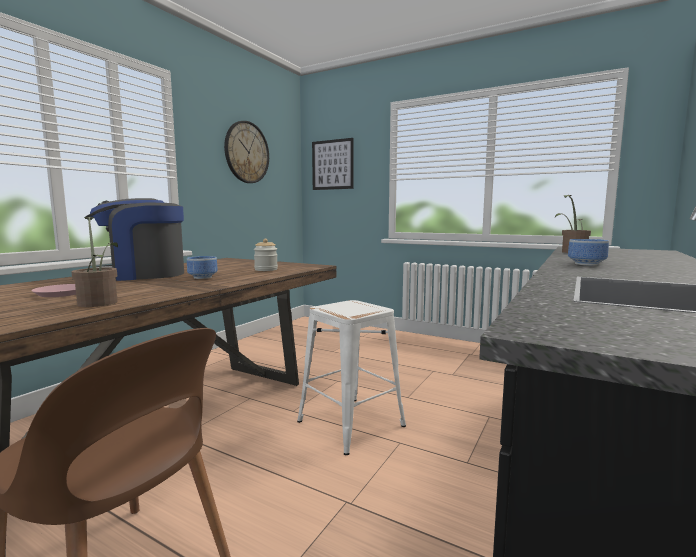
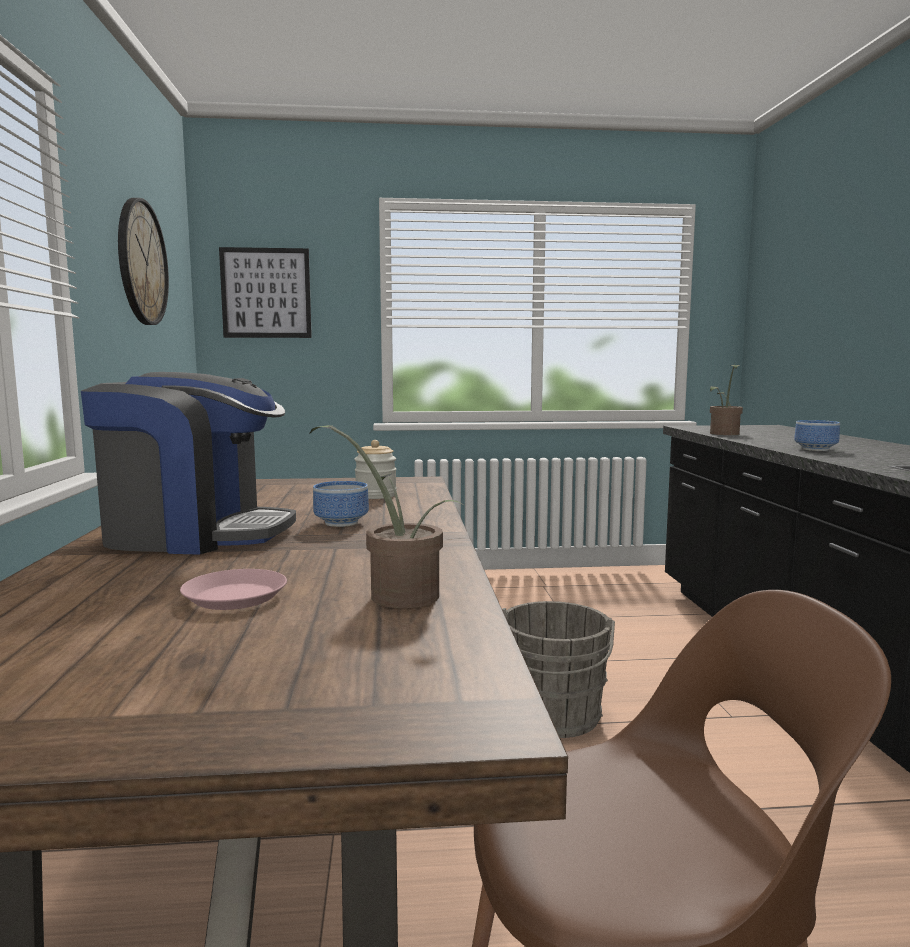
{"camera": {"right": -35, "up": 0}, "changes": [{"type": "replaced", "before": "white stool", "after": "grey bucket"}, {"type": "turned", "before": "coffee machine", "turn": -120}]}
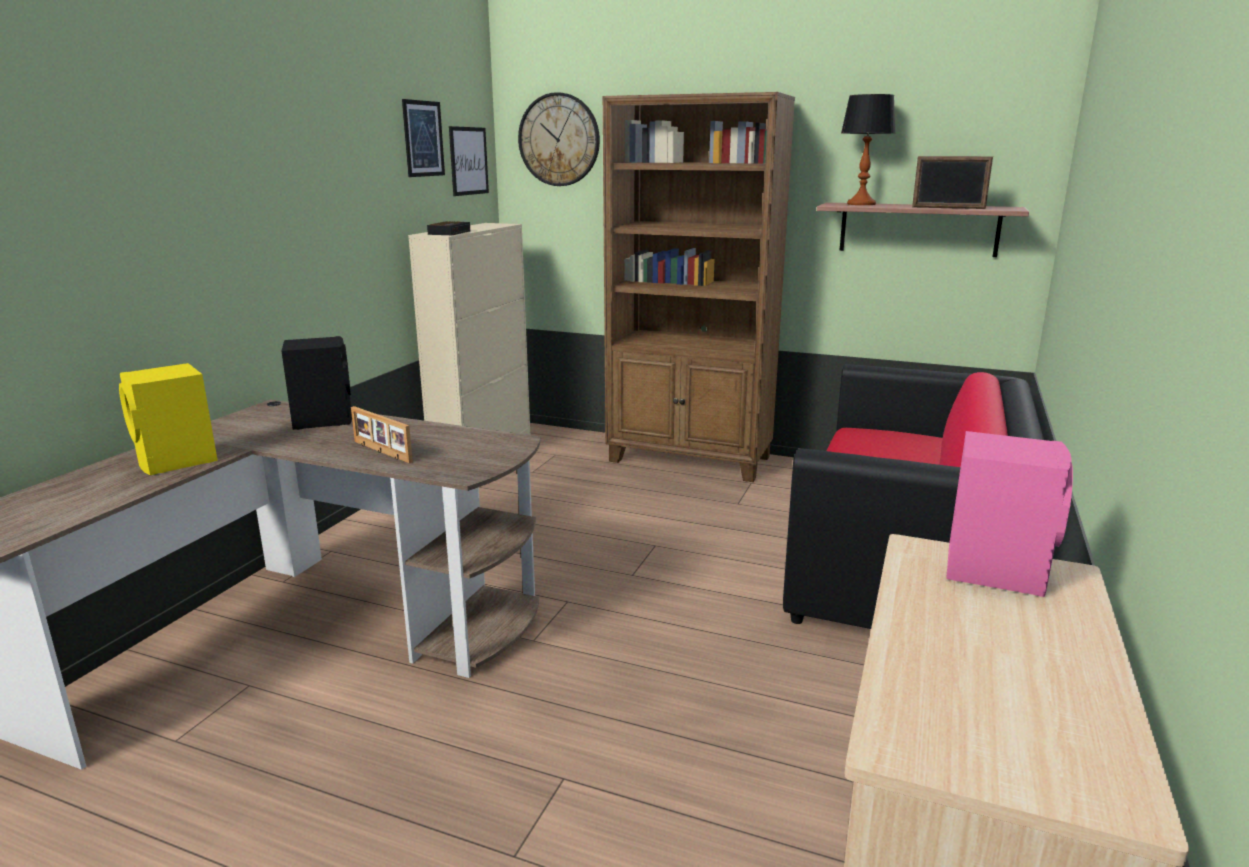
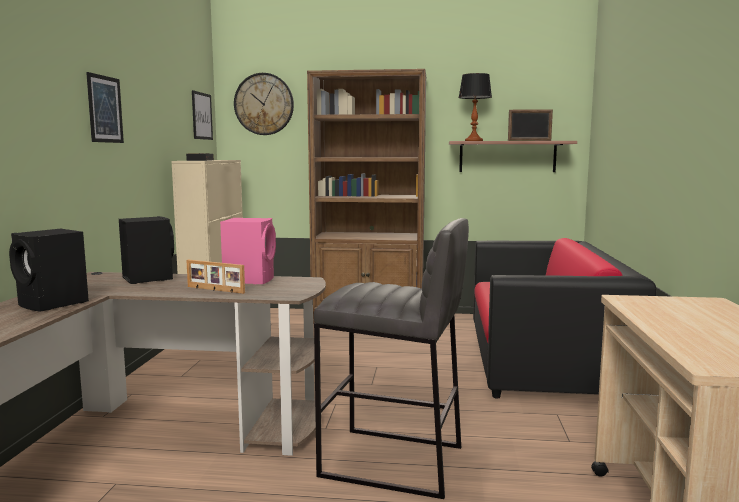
{"camera": {"right": -15, "up": -10}, "changes": [{"type": "added", "after": "grey stool"}, {"type": "moved", "before": "picture (1st from left)"}, {"type": "moved", "before": "pink speaker"}, {"type": "recoloured", "before": "yellow speaker", "after": "black speaker (1st from left)"}]}
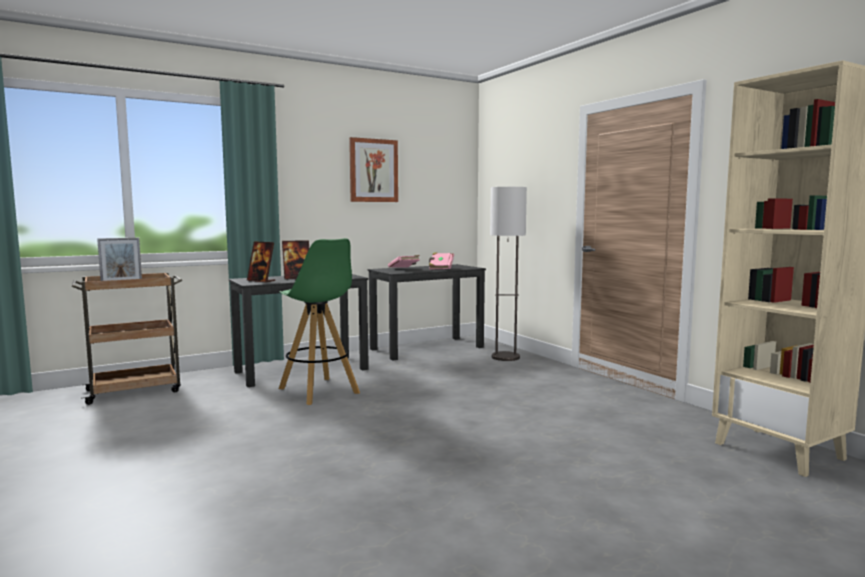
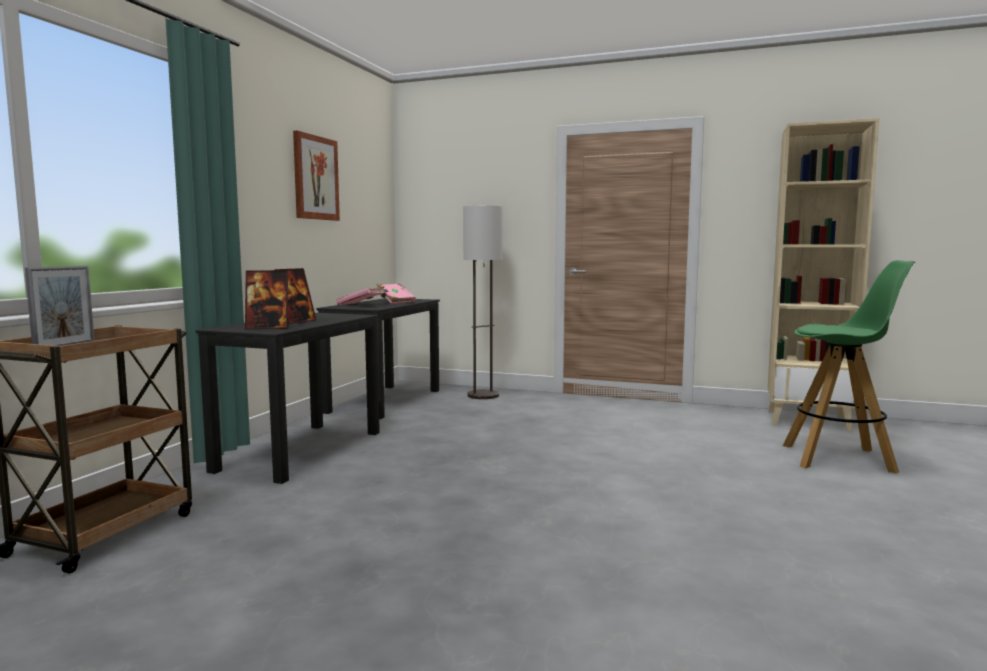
{"camera": {"right": -40, "up": 0}, "changes": [{"type": "moved", "before": "green stool"}]}
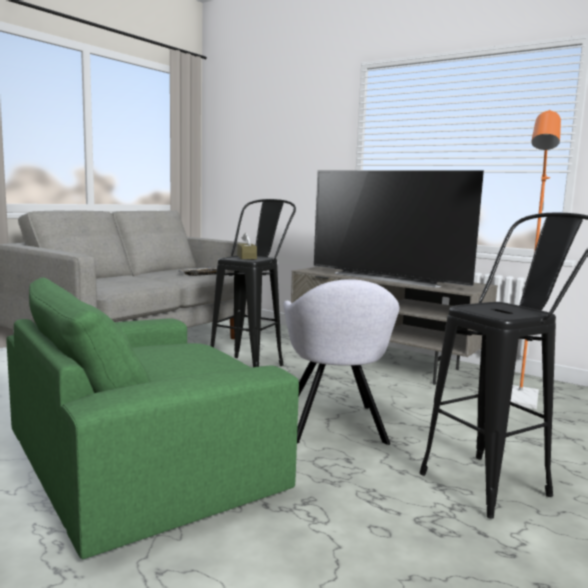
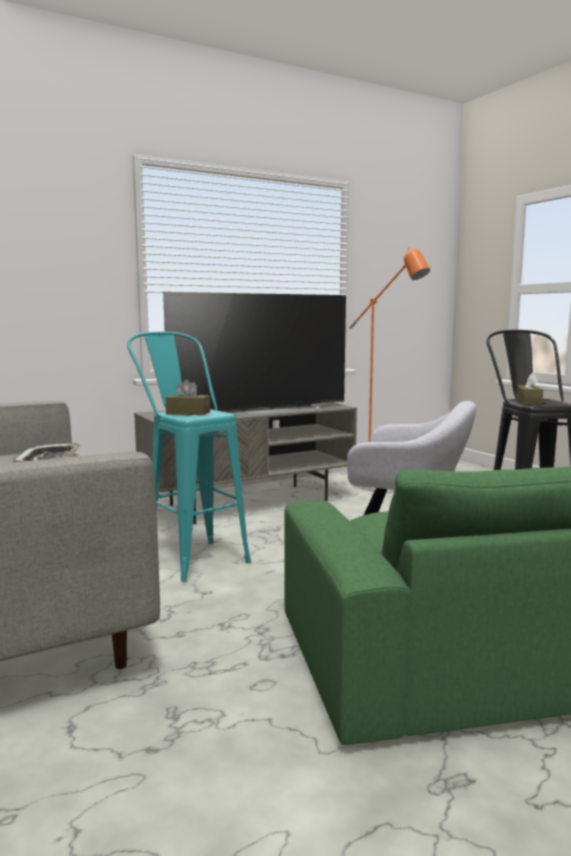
{"camera": {"right": -65, "up": 0}, "changes": [{"type": "added", "after": "brown tissue box (2nd from left)"}, {"type": "recoloured", "before": "black stool (1st from left)", "after": "turquoise stool"}]}
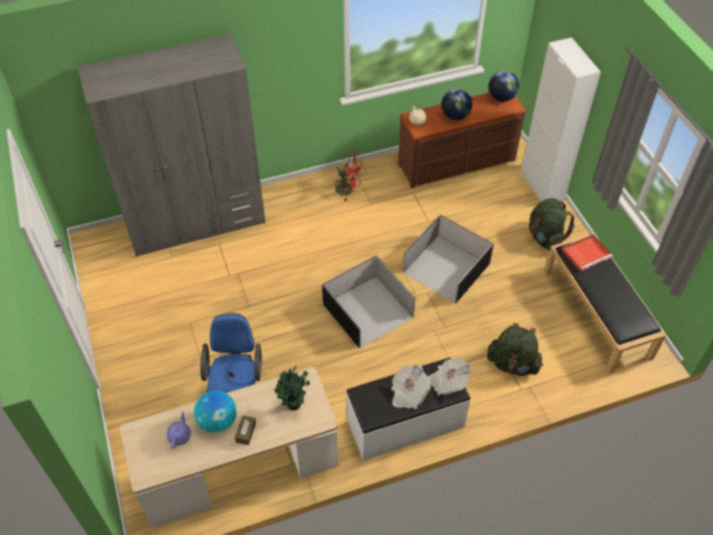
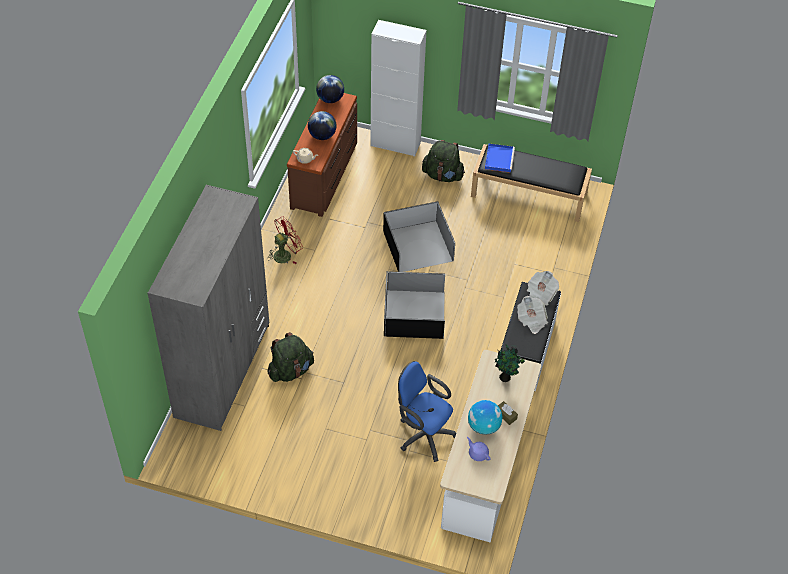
{"camera": {"right": -55, "up": 0}, "changes": [{"type": "moved", "before": "green backpack (1st from left)"}, {"type": "recoloured", "before": "red tray", "after": "blue tray"}]}
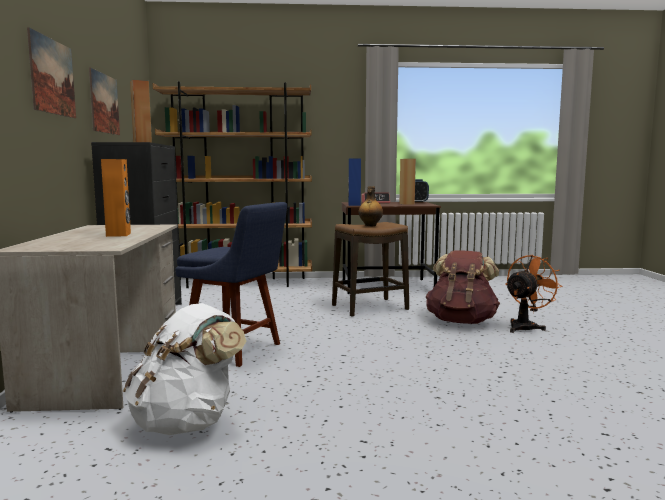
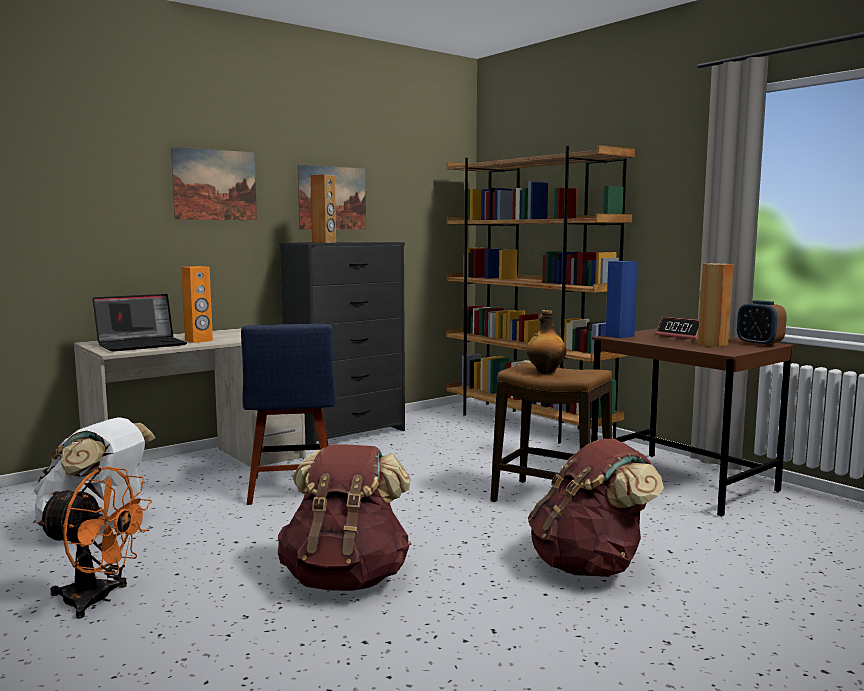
{"camera": {"right": 55, "up": 0}, "changes": [{"type": "added", "after": "laptop"}, {"type": "added", "after": "brown backpack (1st from left)"}, {"type": "moved", "before": "orange fan"}]}
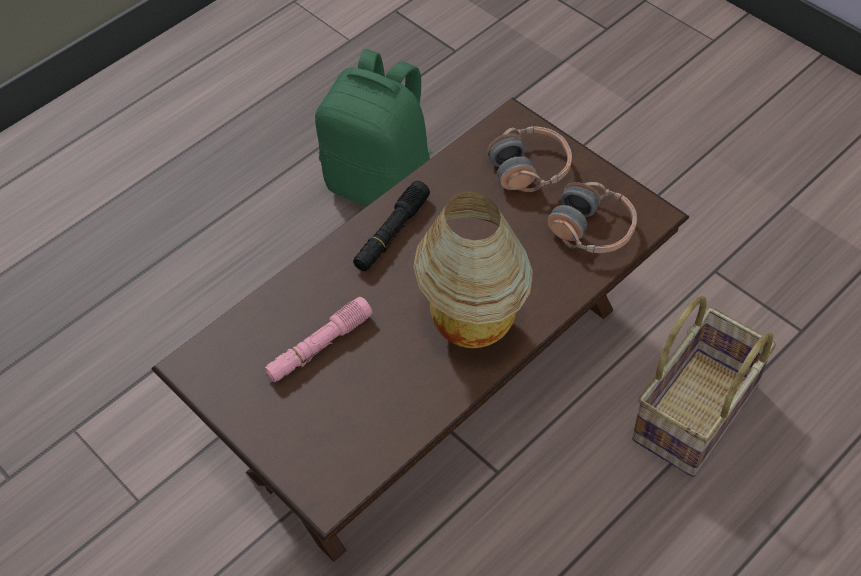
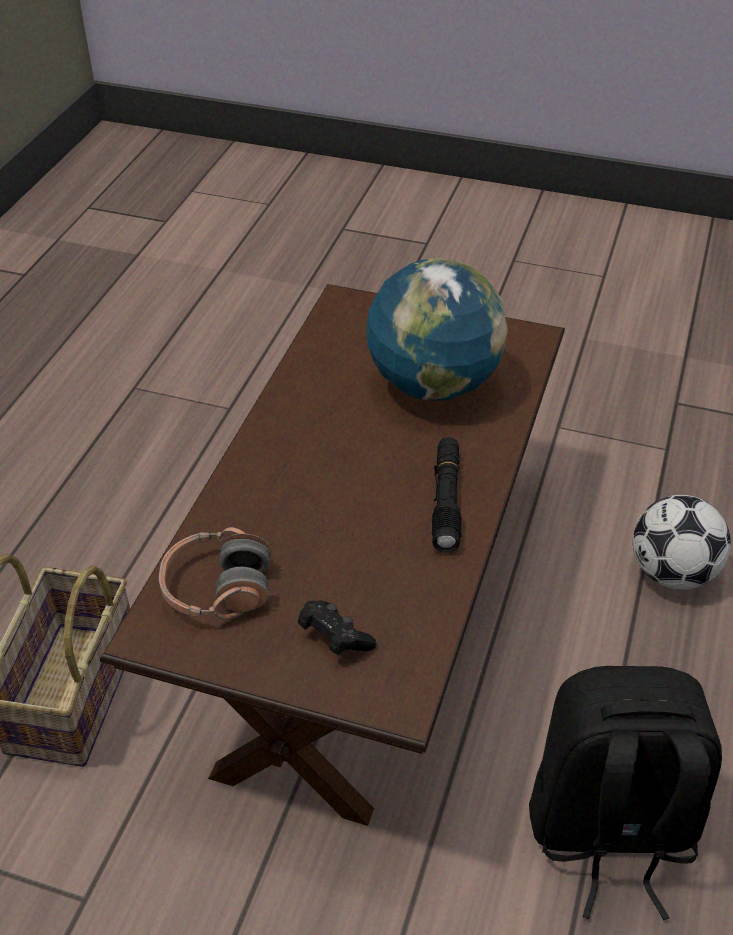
{"camera": {"right": 150, "up": -10}, "changes": [{"type": "removed", "before": "table lamp"}, {"type": "added", "after": "football"}, {"type": "replaced", "before": "pink flashlight", "after": "globe"}, {"type": "replaced", "before": "headphones (1st from left)", "after": "black game controller"}, {"type": "recoloured", "before": "green backpack", "after": "black backpack"}]}
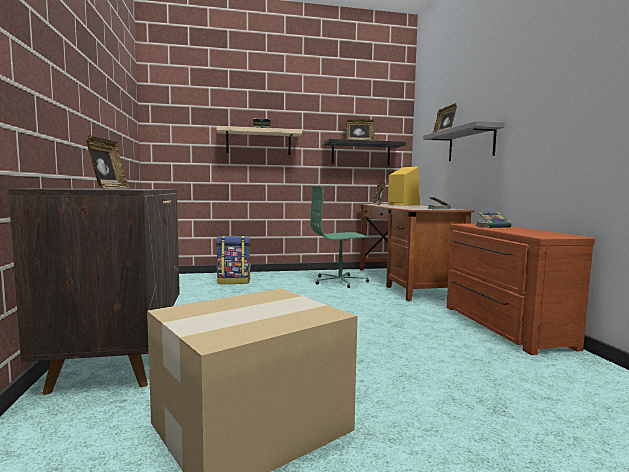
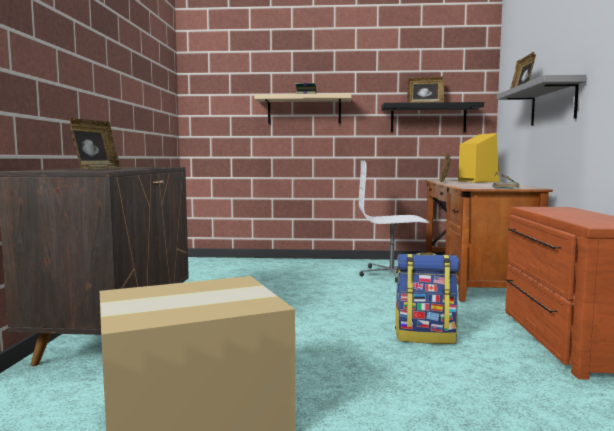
{"camera": {"right": 15, "up": 0}, "changes": [{"type": "removed", "before": "book (3rd from left)"}, {"type": "moved", "before": "backpack"}, {"type": "recoloured", "before": "green office chair", "after": "white office chair"}]}
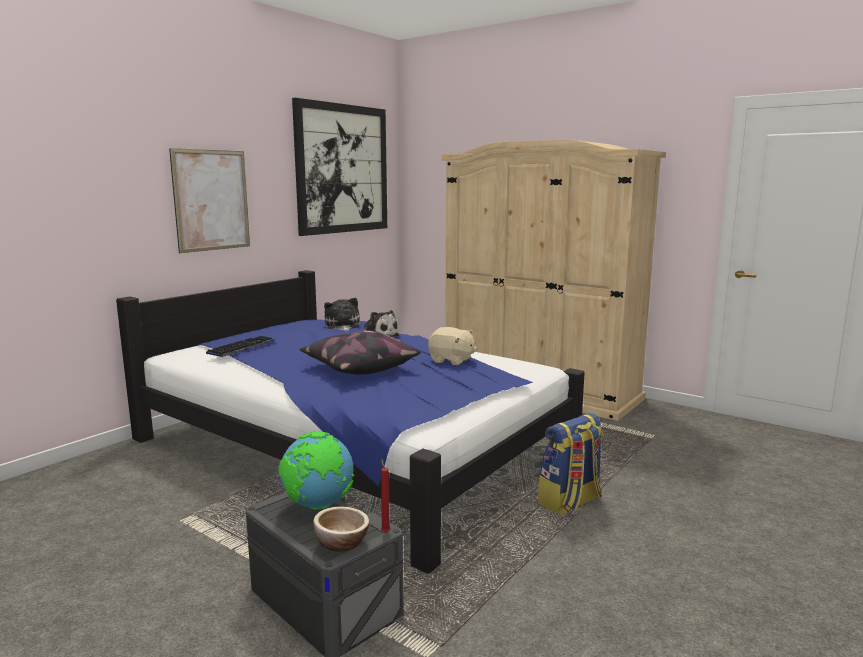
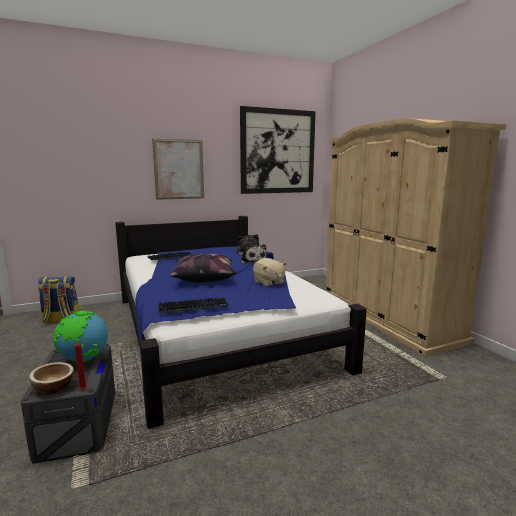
{"camera": {"right": 30, "up": 0}, "changes": [{"type": "added", "after": "keyboard (2nd from left)"}, {"type": "moved", "before": "backpack"}]}
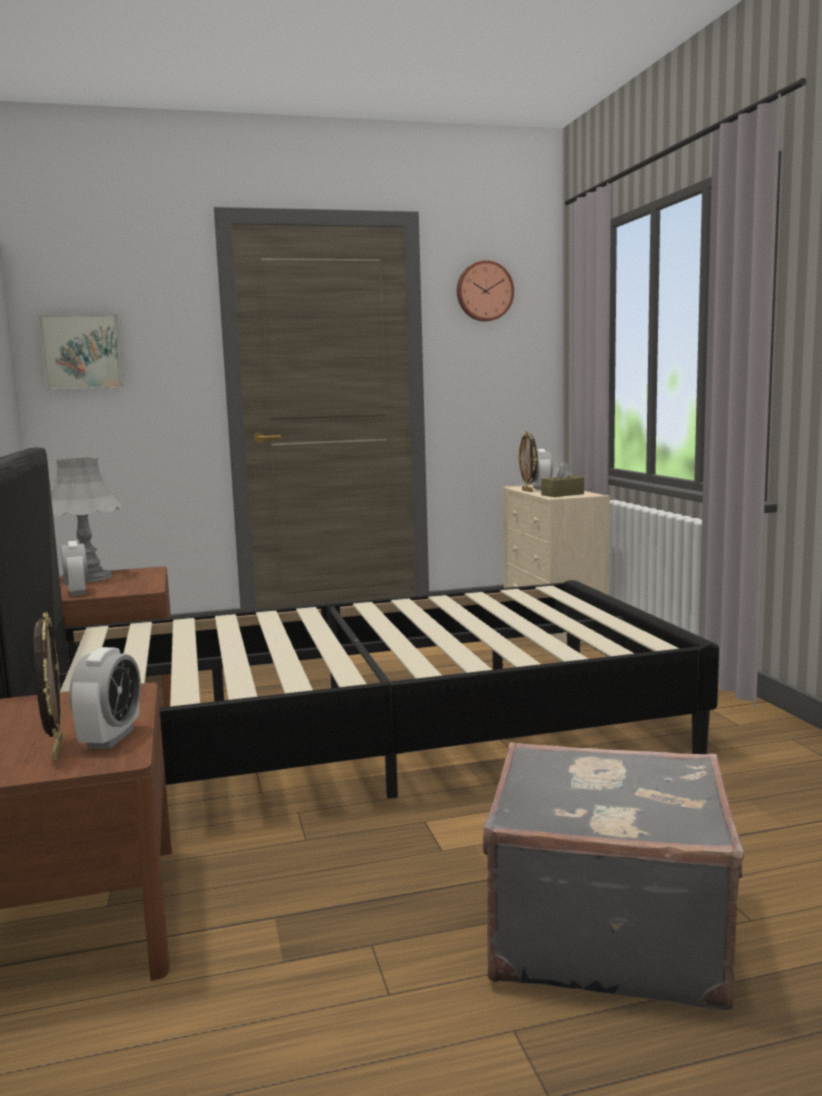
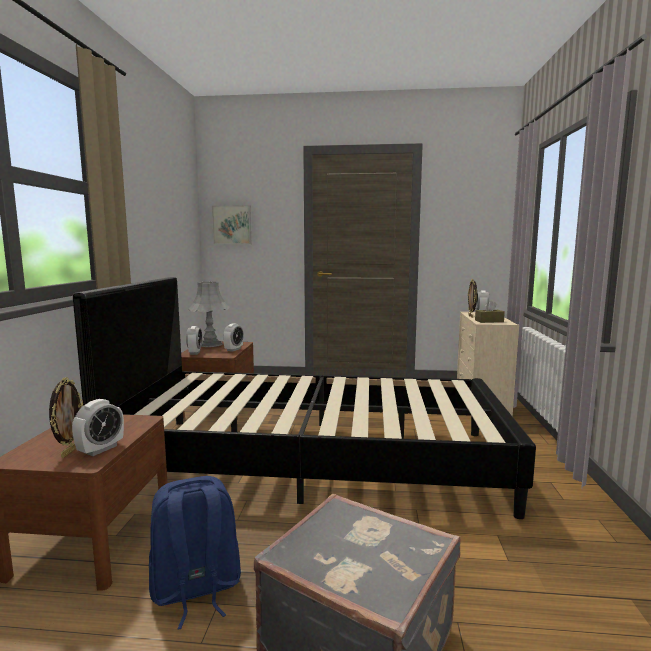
{"camera": {"right": 20, "up": 0}, "changes": [{"type": "removed", "before": "wall clock"}, {"type": "added", "after": "blue backpack"}, {"type": "added", "after": "alarm clock (3rd from left)"}]}
